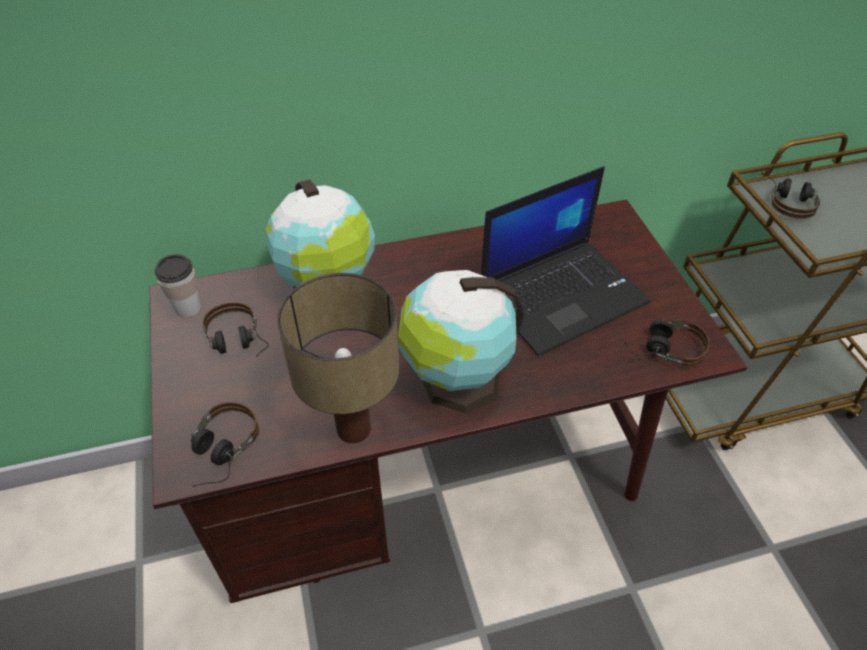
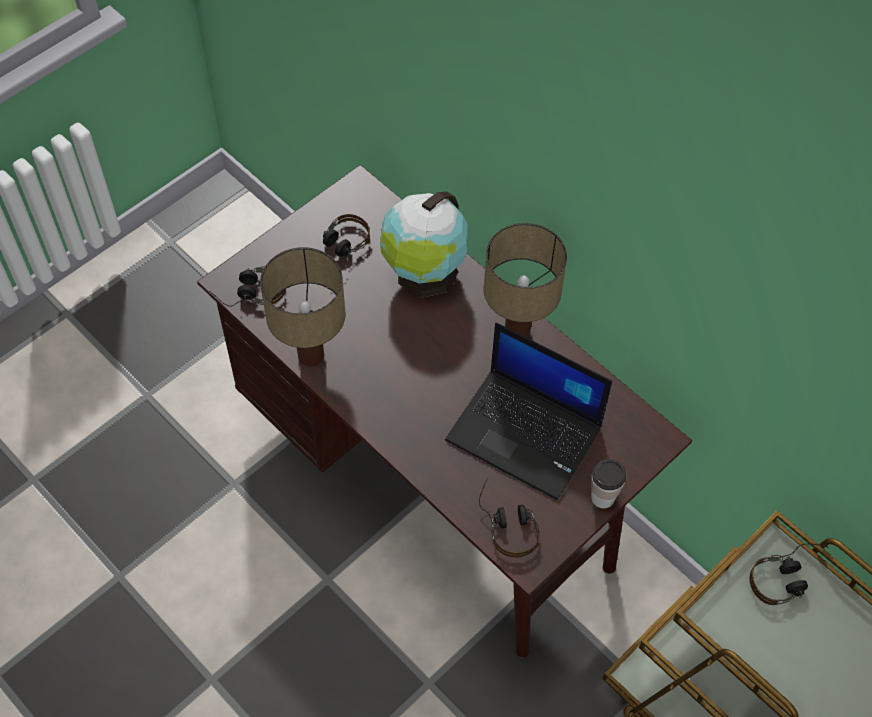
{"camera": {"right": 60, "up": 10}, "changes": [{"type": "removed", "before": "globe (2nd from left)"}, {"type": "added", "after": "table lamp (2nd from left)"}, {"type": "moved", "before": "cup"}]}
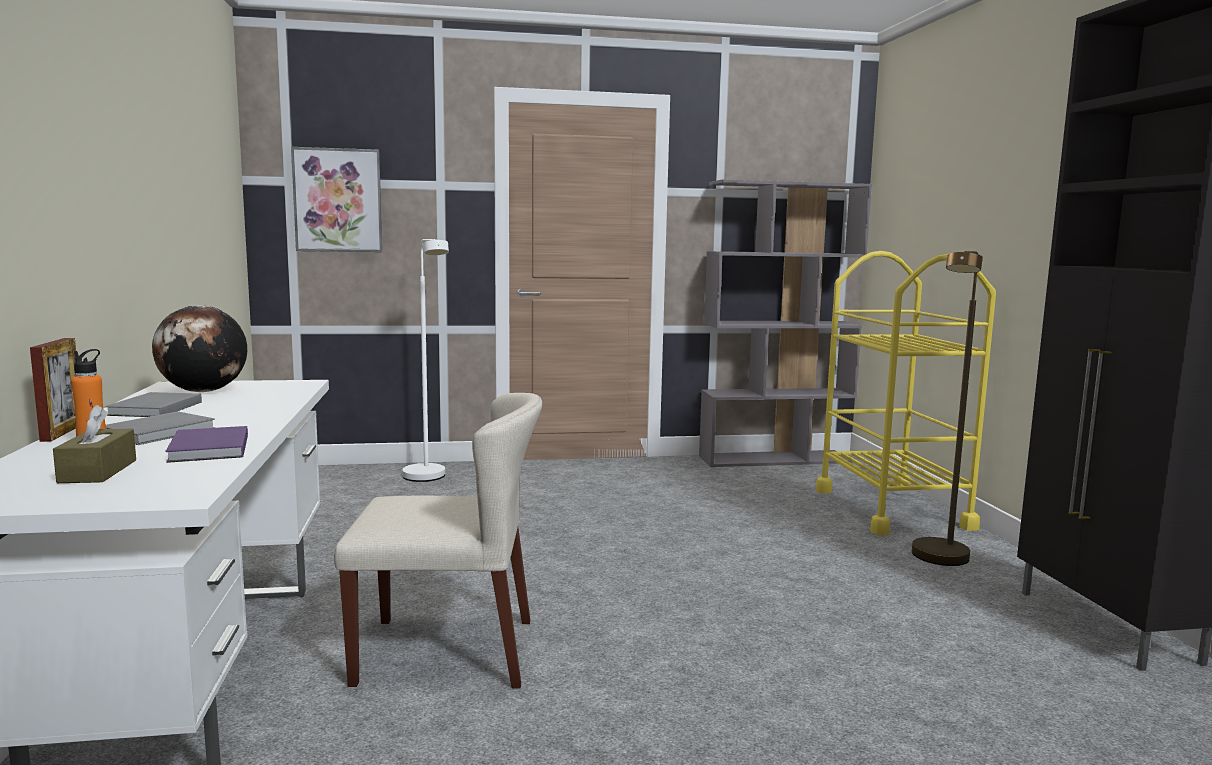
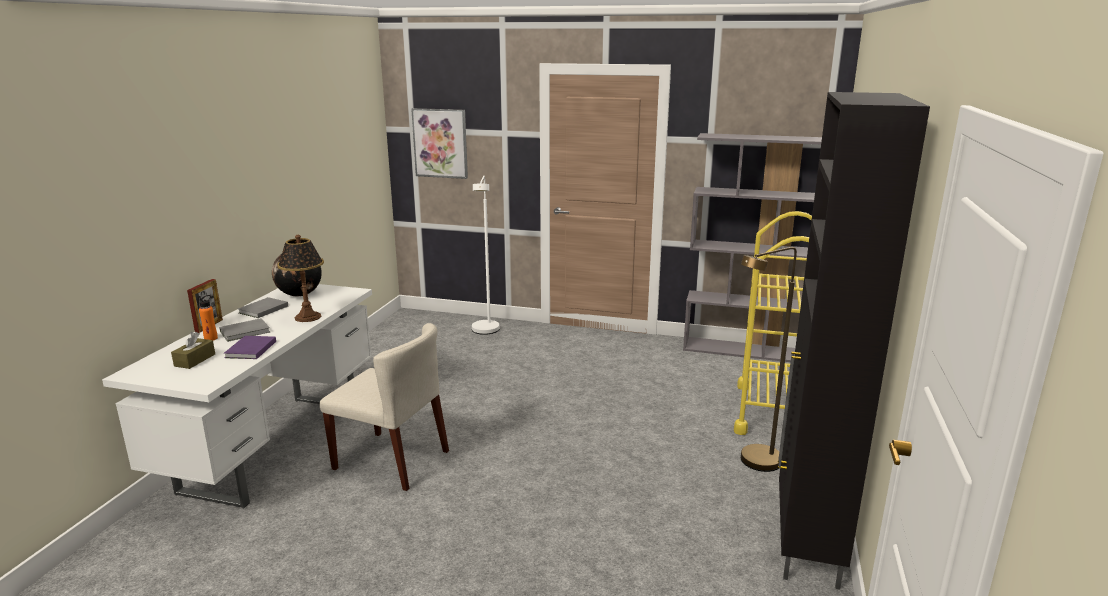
{"camera": {"right": 25, "up": 10}, "changes": [{"type": "added", "after": "table lamp"}]}
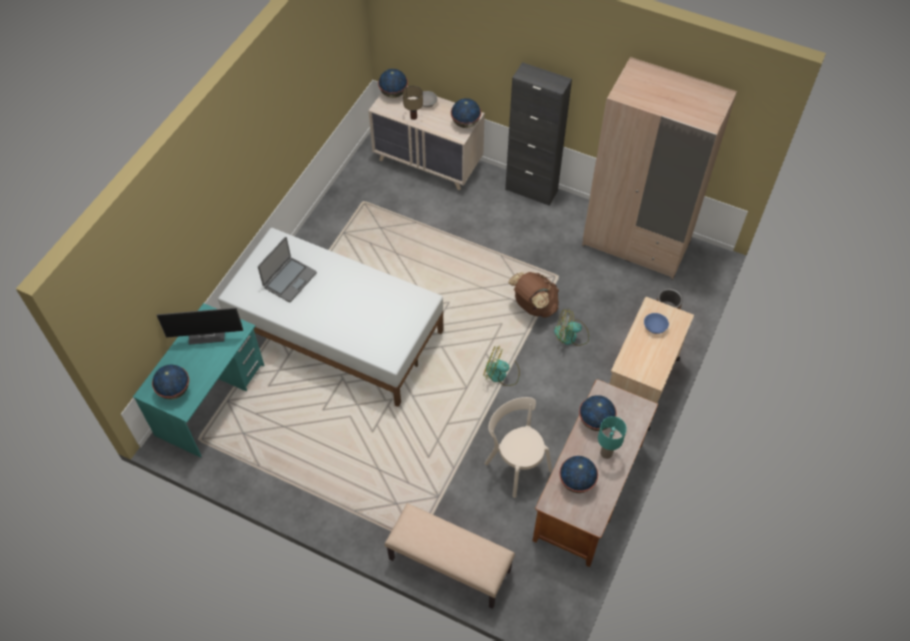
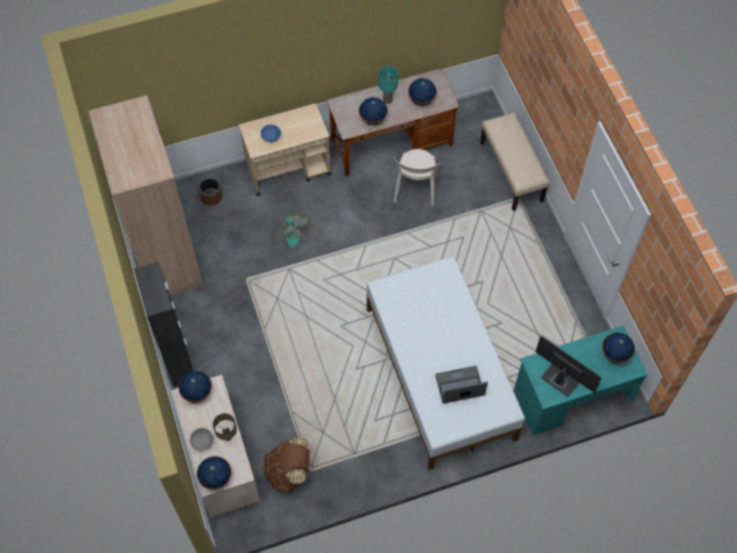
{"camera": {"right": -135, "up": 5}, "changes": [{"type": "removed", "before": "fan (1st from left)"}, {"type": "moved", "before": "brown backpack"}]}
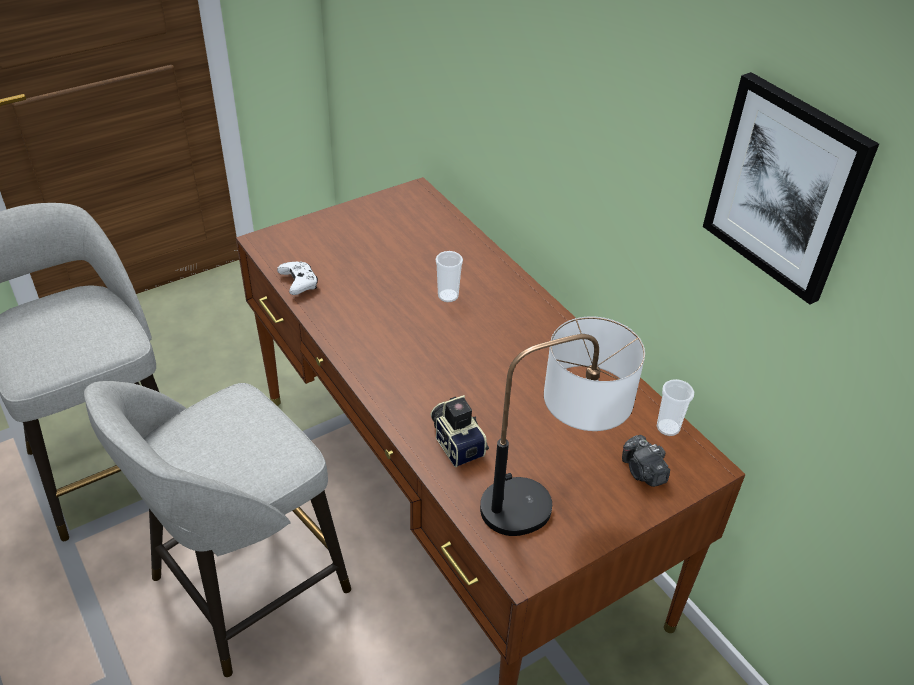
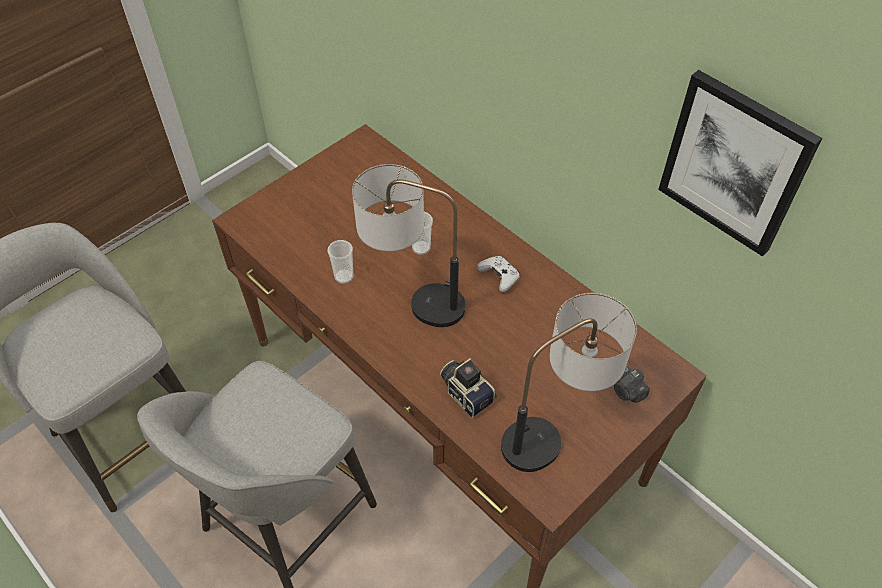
{"camera": {"right": -10, "up": 10}, "changes": [{"type": "added", "after": "table lamp (1st from left)"}, {"type": "moved", "before": "white game controller"}, {"type": "moved", "before": "cup (2nd from left in the first image)", "after": "cup (1st from left)"}]}
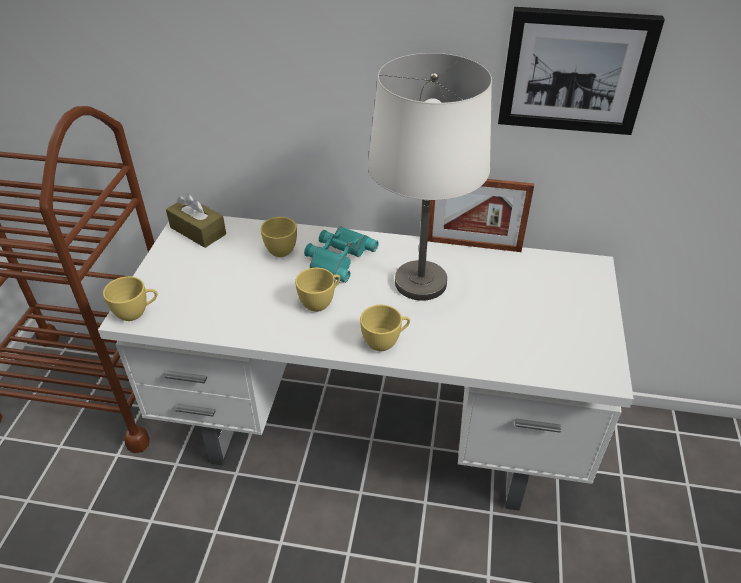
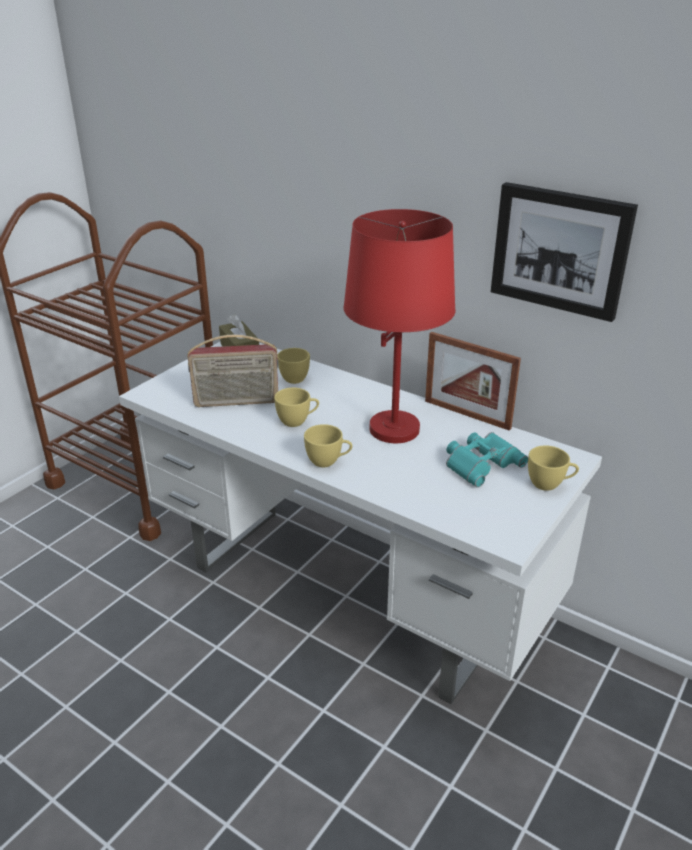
{"camera": {"right": 25, "up": -10}, "changes": [{"type": "added", "after": "radio"}, {"type": "moved", "before": "yellow cup (1st from left in the first image)", "after": "yellow cup (4th from left)"}, {"type": "moved", "before": "turquoise binoculars"}, {"type": "recoloured", "before": "white table lamp", "after": "red table lamp"}]}
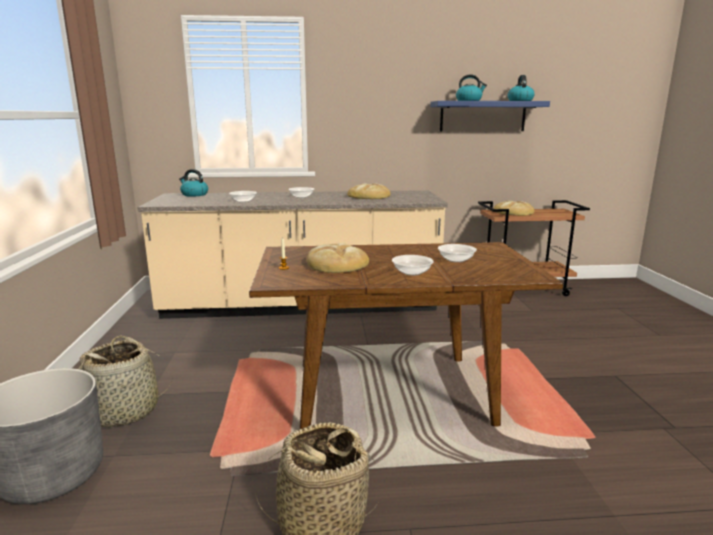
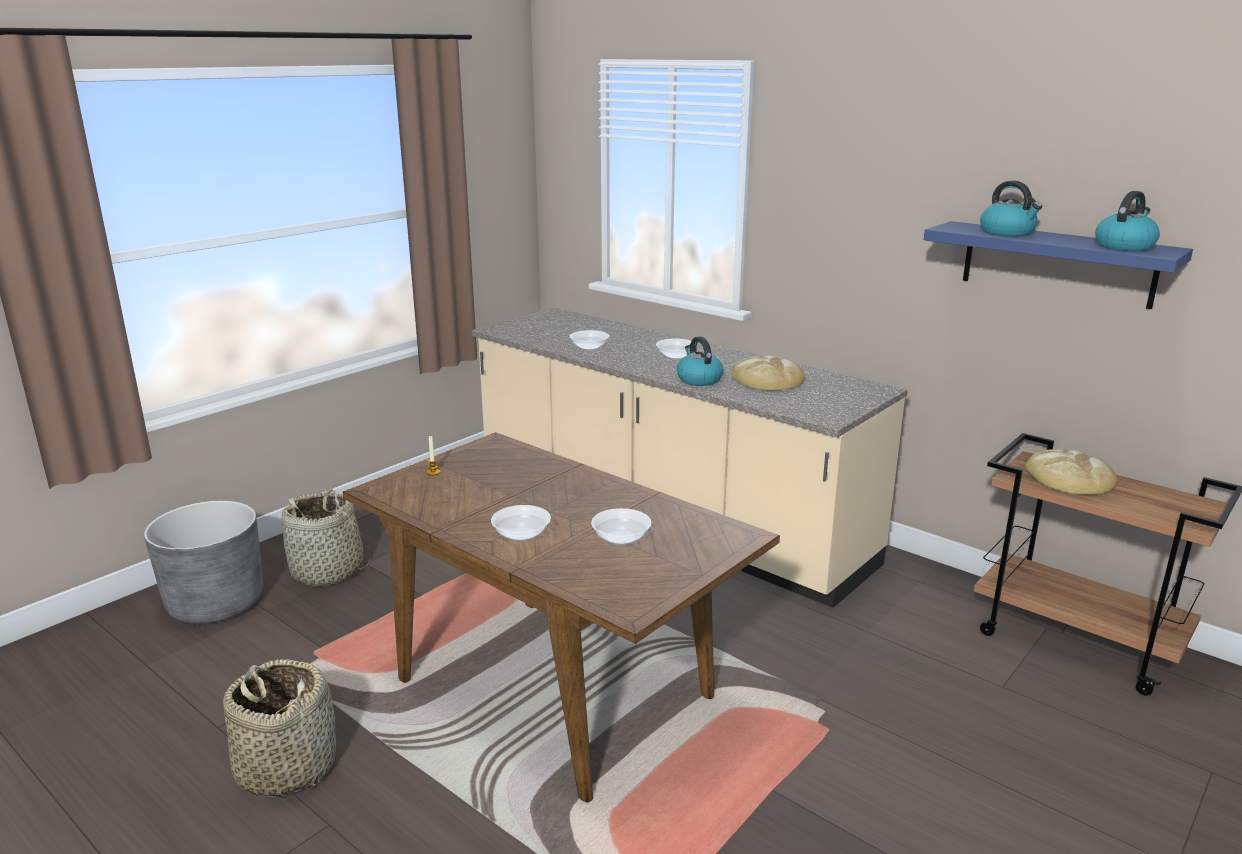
{"camera": {"right": 45, "up": 5}, "changes": [{"type": "removed", "before": "bread (1st from left)"}, {"type": "moved", "before": "kettle (1st from left)"}]}
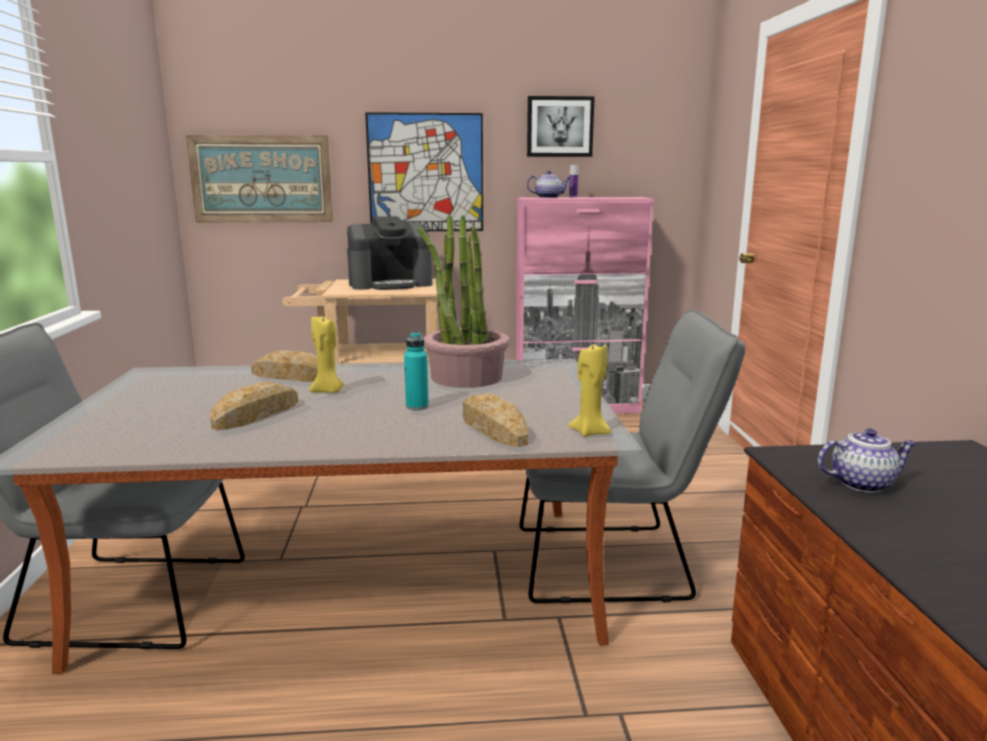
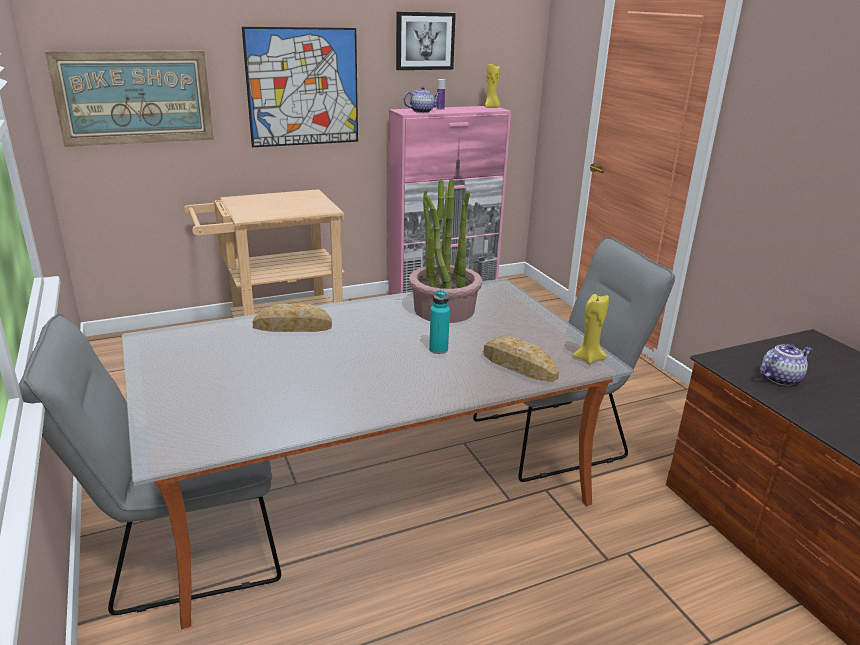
{"camera": {"right": -20, "up": 10}, "changes": [{"type": "removed", "before": "bread (1st from left)"}, {"type": "removed", "before": "coffee machine"}, {"type": "moved", "before": "yellow candle (1st from left)"}]}
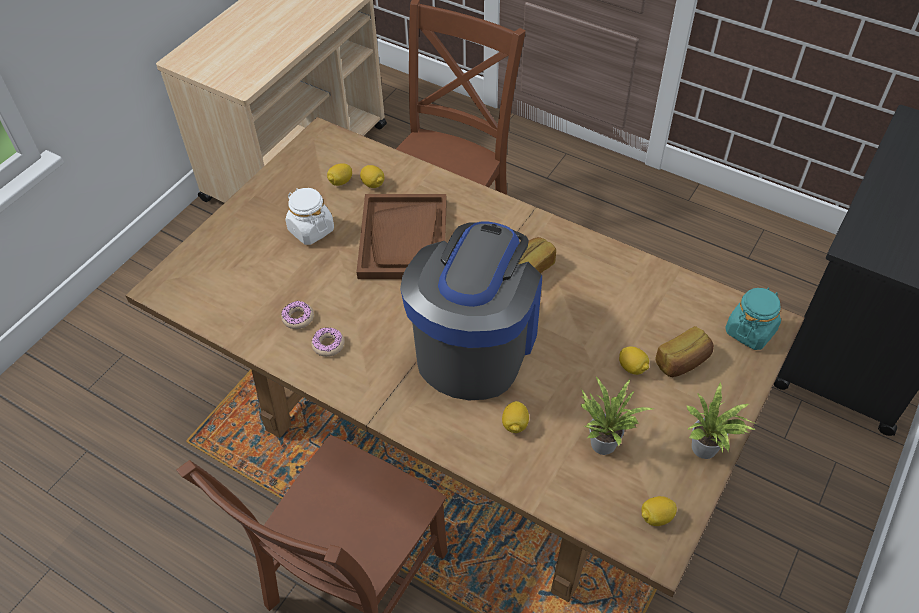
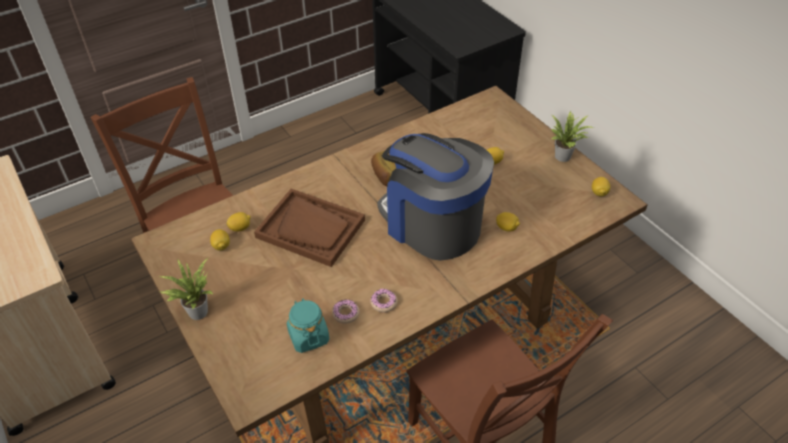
{"camera": {"right": -65, "up": -5}, "changes": [{"type": "removed", "before": "white jar"}, {"type": "removed", "before": "bread (2nd from left)"}, {"type": "moved", "before": "potted plant (1st from left)"}, {"type": "moved", "before": "turquoise jar"}]}
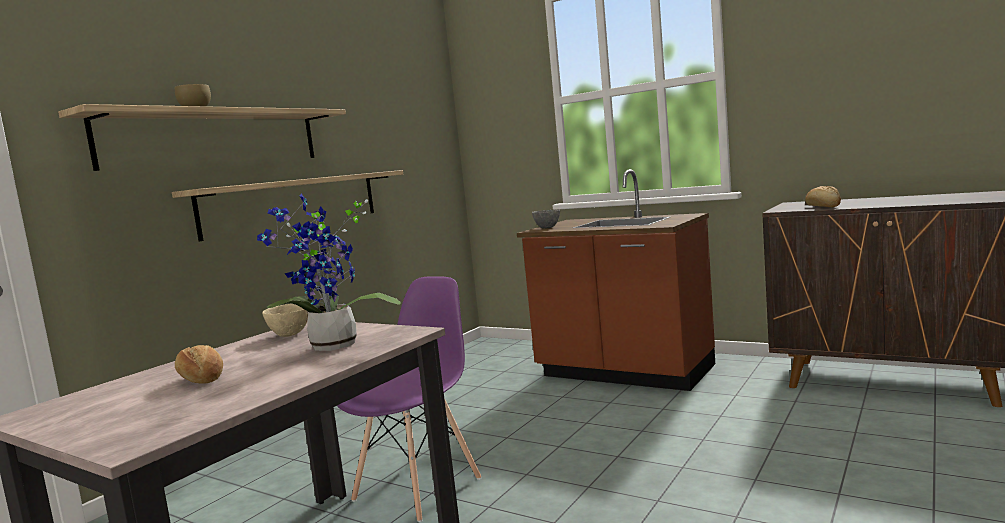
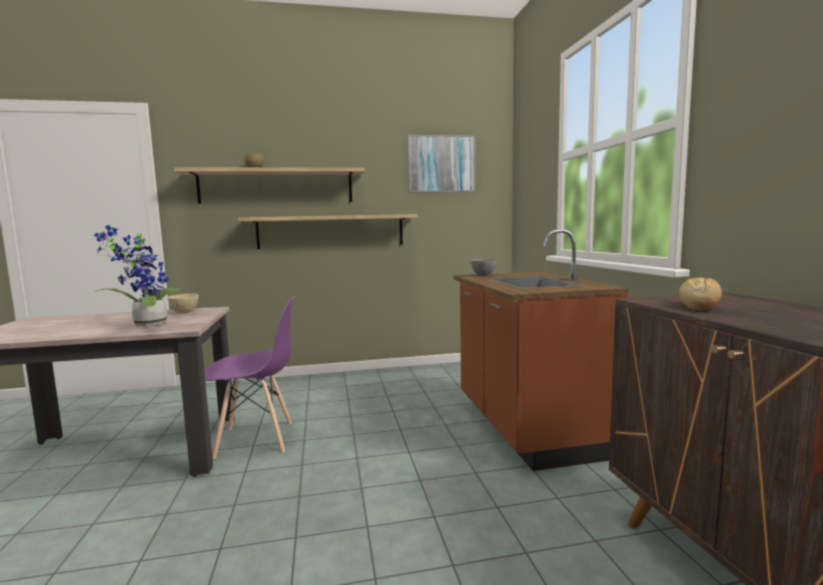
{"camera": {"right": 45, "up": 0}, "changes": [{"type": "removed", "before": "bread (1st from left)"}, {"type": "added", "after": "picture"}]}
